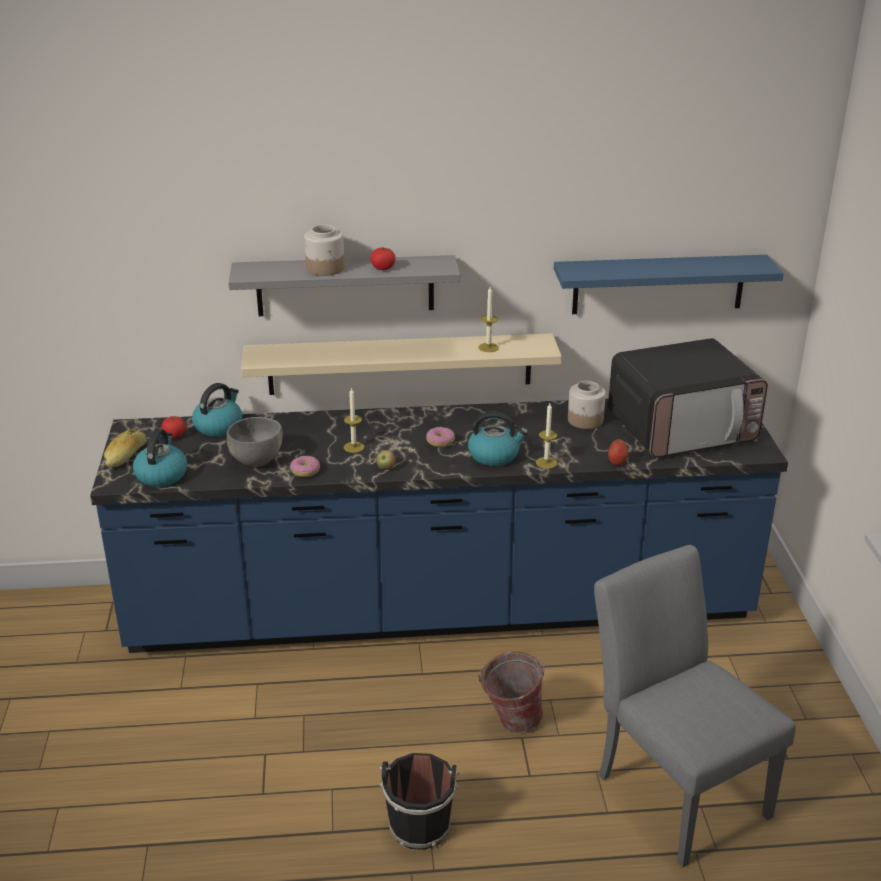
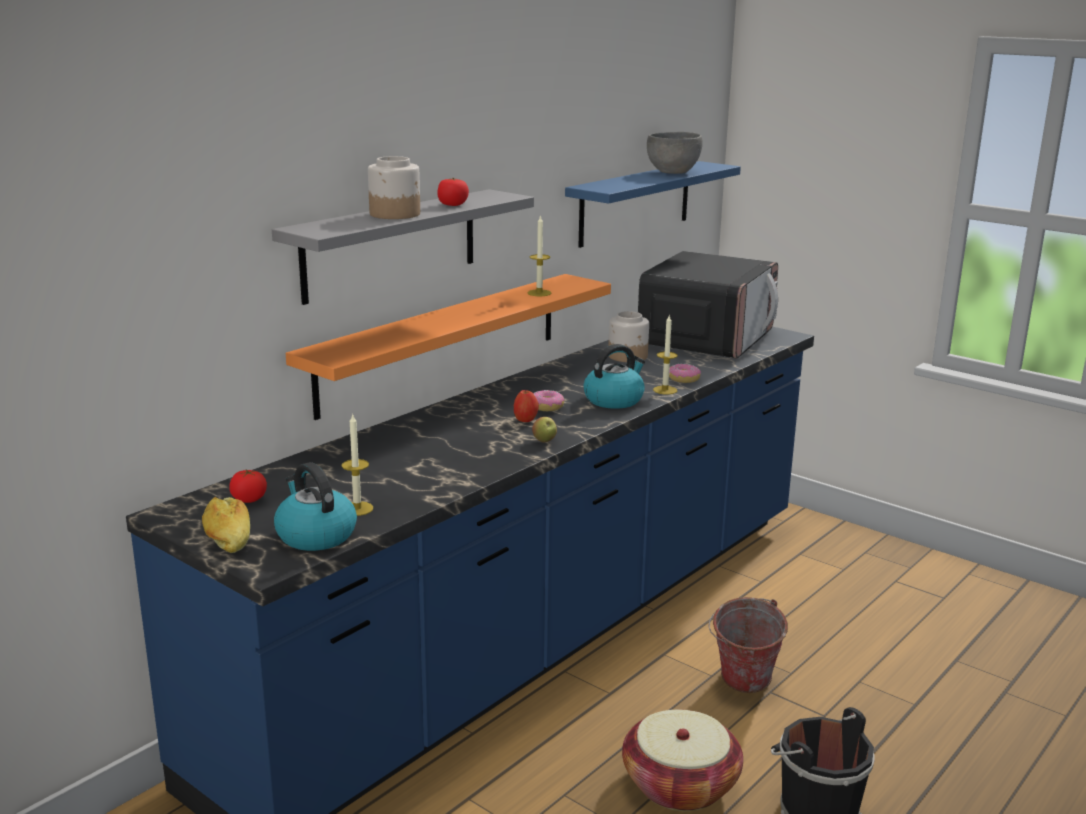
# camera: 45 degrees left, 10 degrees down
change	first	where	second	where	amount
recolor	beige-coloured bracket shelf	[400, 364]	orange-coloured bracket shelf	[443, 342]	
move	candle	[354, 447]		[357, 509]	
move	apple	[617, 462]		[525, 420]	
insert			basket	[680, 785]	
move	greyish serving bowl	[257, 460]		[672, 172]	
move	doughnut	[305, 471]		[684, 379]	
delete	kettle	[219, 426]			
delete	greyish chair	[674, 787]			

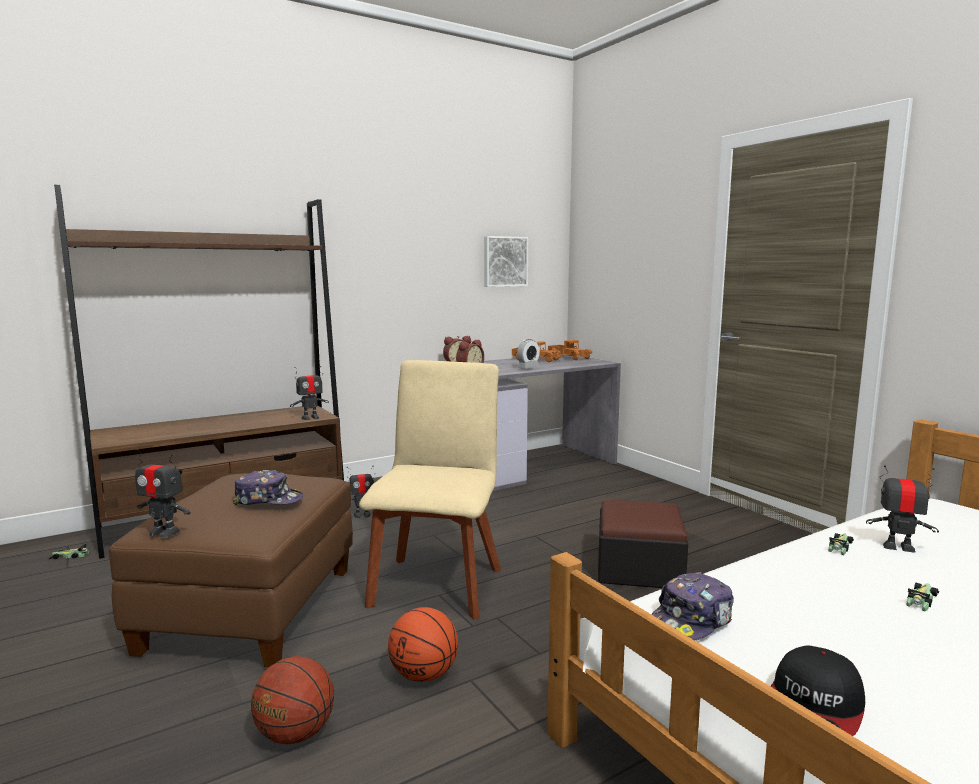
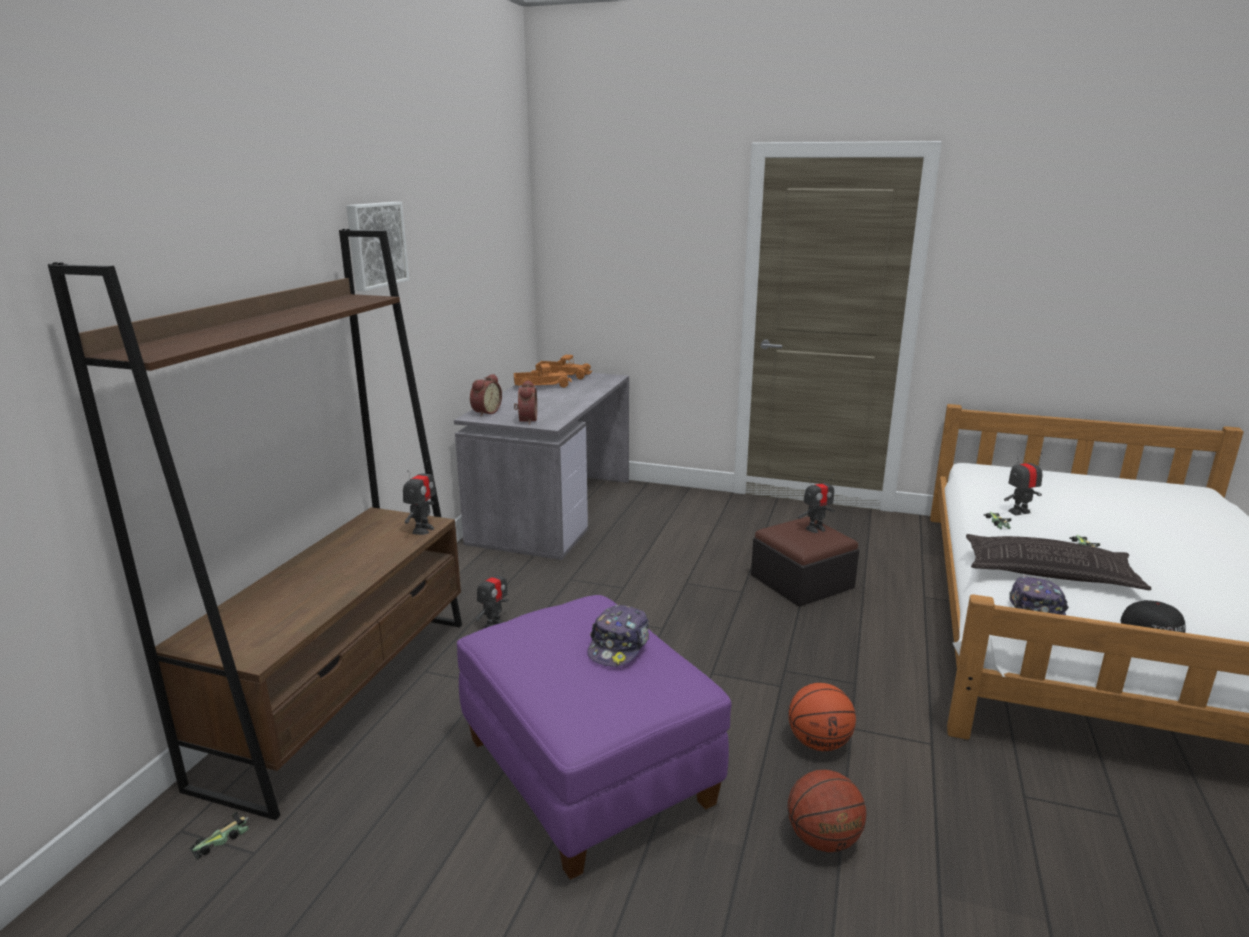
# camera: 40 degrees left, 10 degrees up
change	first	where	second	where	amount
move	wall art	[504, 261]		[375, 245]	
recolor	brown ottoman	[251, 610]	purplish ottoman	[586, 773]	
rotate	cap	[268, 500]		[619, 646]	150 degrees clockwise
move	robot figure	[164, 532]		[815, 529]	
insert			pillow	[1049, 572]	
delete	beige-coloured chair	[437, 583]			
delete	bedside clock	[528, 368]			

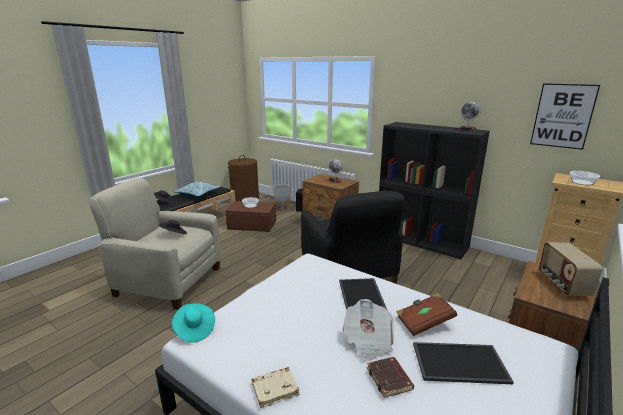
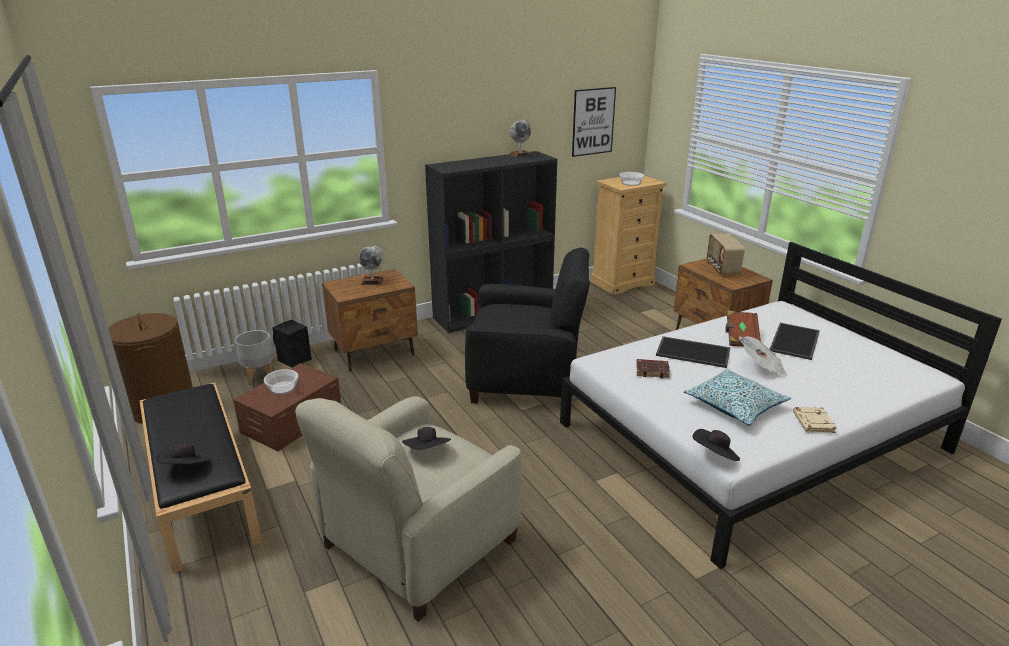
# camera: 65 degrees left, 5 degrees up
change	first	where	second	where	amount
move	brown book	[390, 379]		[652, 371]	
move	pillow	[198, 194]		[735, 405]	
recolor	turquoise-coloured hat	[194, 330]	black-coloured hat	[715, 456]	
rotate	radio set	[562, 284]		[722, 268]	60 degrees clockwise

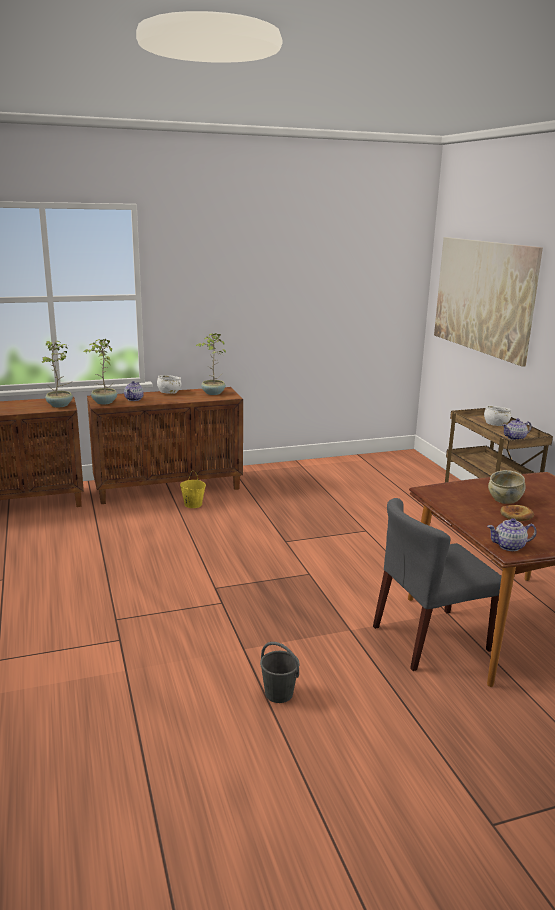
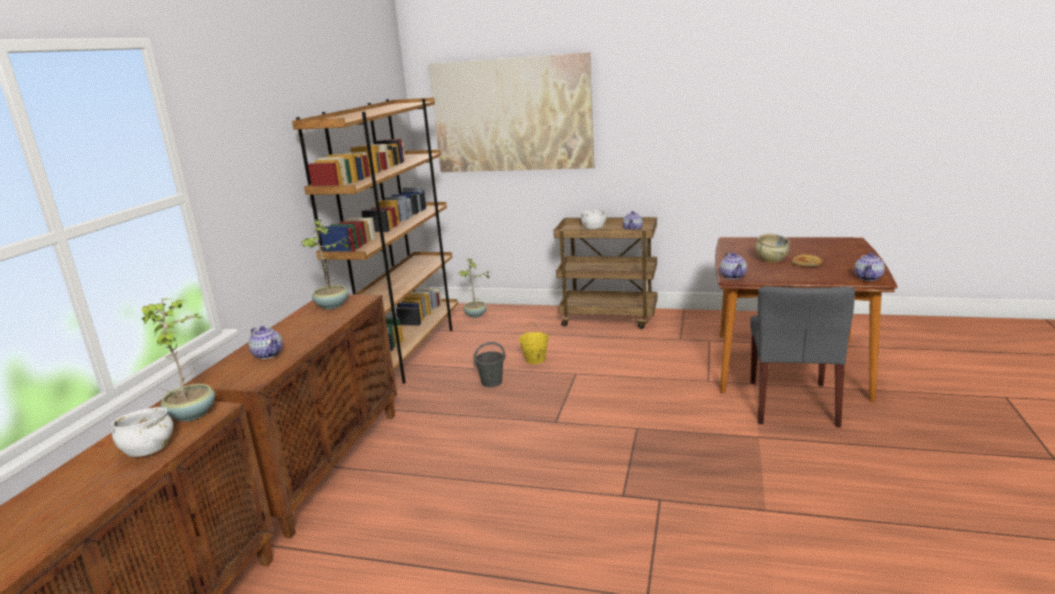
# camera: 55 degrees left, 0 degrees up
change	first	where	second	where	amount
move	white serving bowl	[169, 393]		[149, 449]	
insert			brown shelving unit	[407, 353]	
move	potted plant	[104, 402]		[476, 315]	
move	greyish bucket	[279, 694]		[492, 382]	
move	yellow bucket	[193, 504]		[535, 360]	
insert			tea pot	[733, 276]	

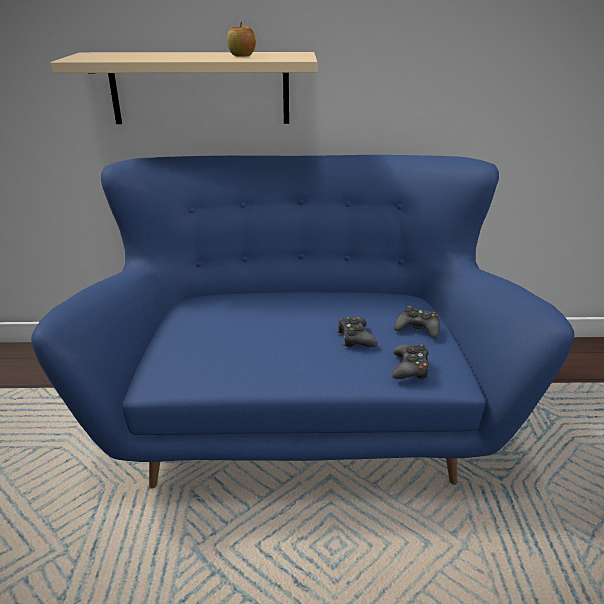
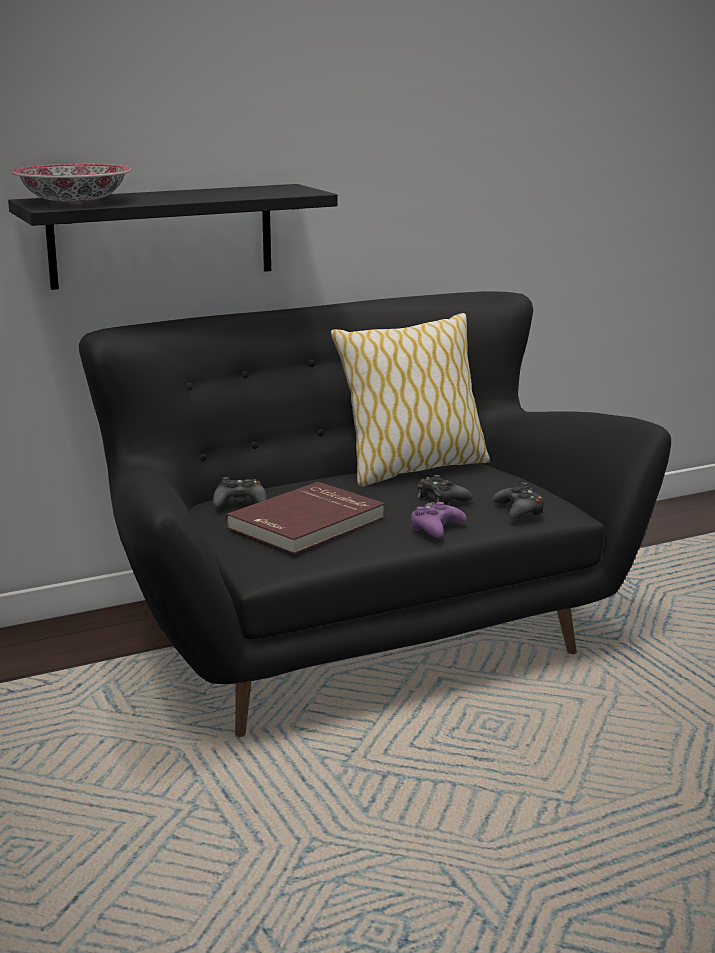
# camera: 25 degrees left, 10 degrees down
change	first	where	second	where	amount
recolor	beige-coloured bracket shelf	[200, 88]	black-coloured bracket shelf	[162, 235]	
insert			serving bowl	[73, 202]	
recolor	blue-coloured couch	[302, 414]	black-coloured couch	[358, 637]	
move	black-coloured game controller	[417, 328]		[240, 502]	
insert			red book	[308, 523]	
insert			pillow	[413, 469]	
insert			purplish game controller	[436, 528]	
delete	apple	[242, 55]			

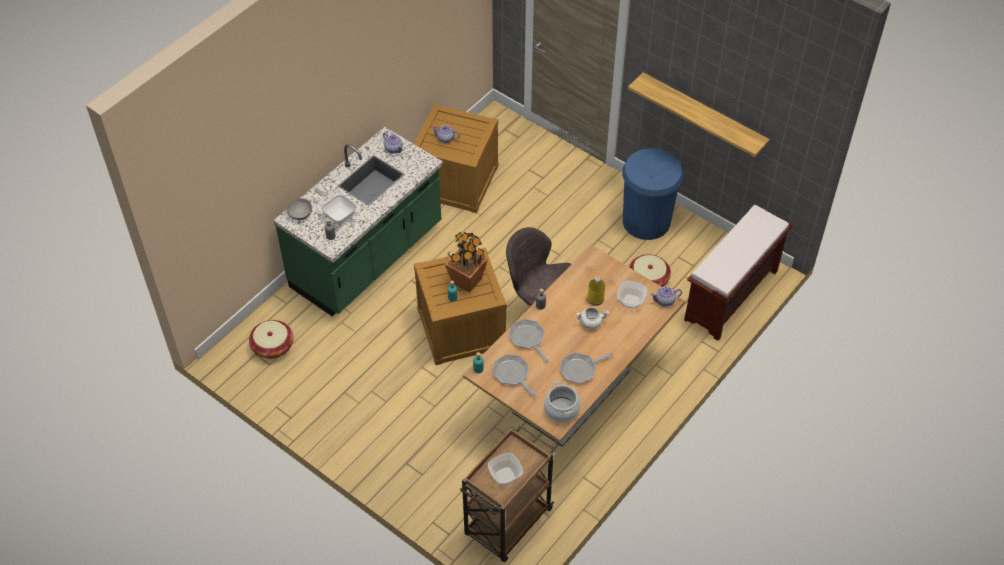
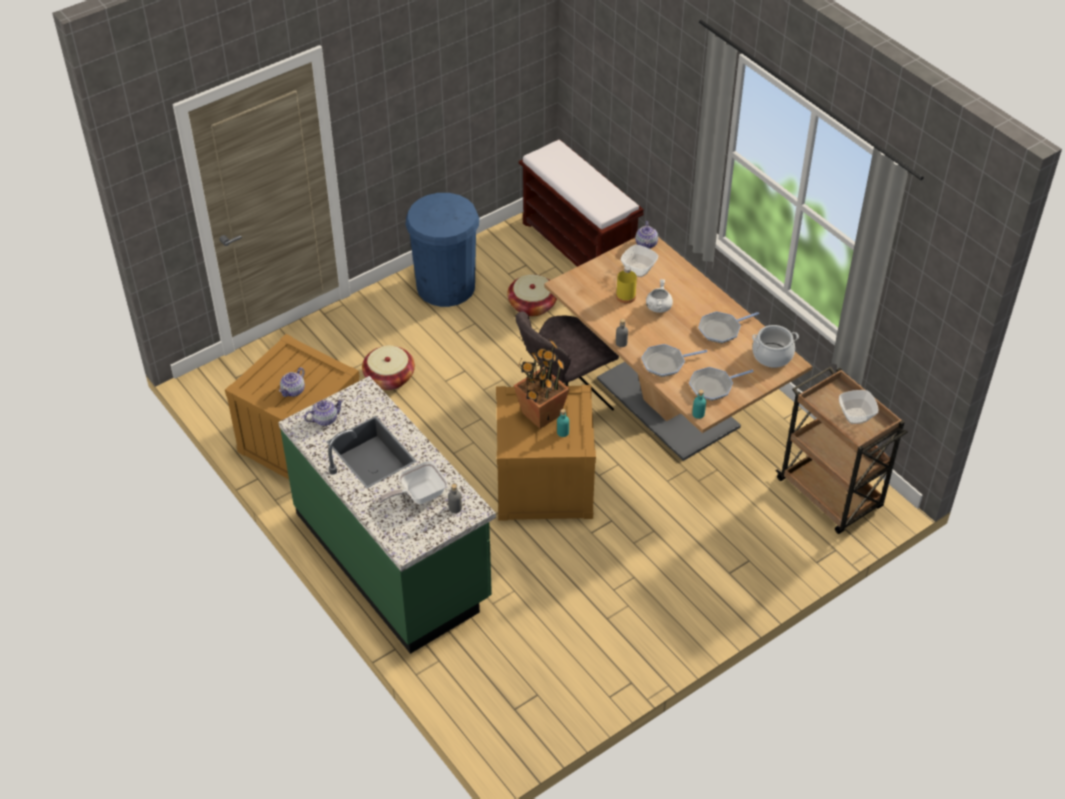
# camera: 75 degrees left, 5 degrees down
change	first	where	second	where	amount
move	basket	[273, 346]		[389, 377]	
rotate	skillet	[580, 369]		[721, 330]	75 degrees clockwise
delete	greyish serving bowl	[300, 214]			
delete	bracket shelf	[703, 115]			

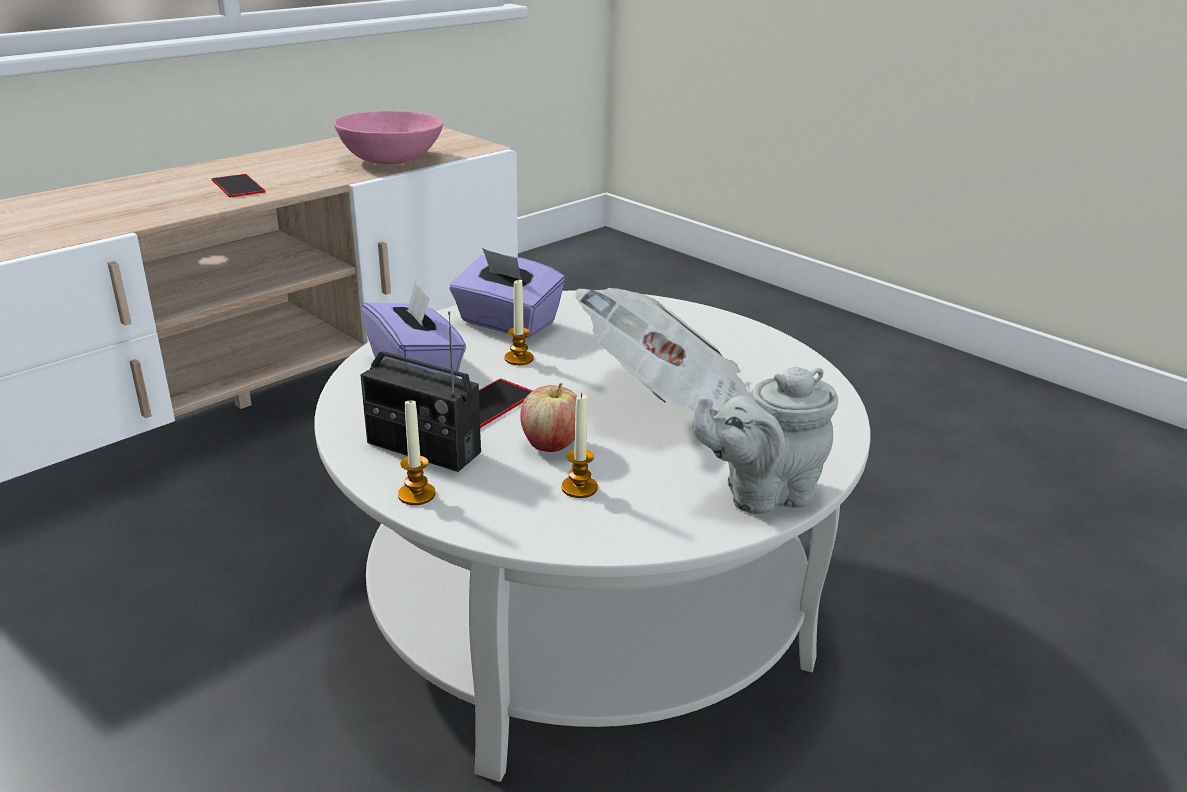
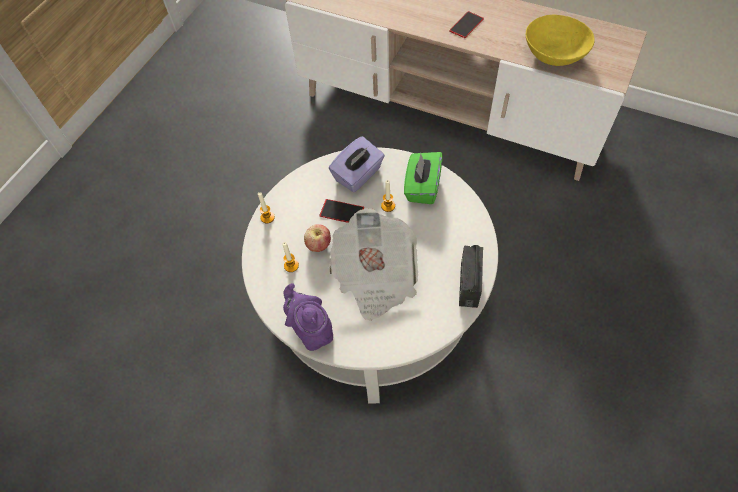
# camera: 75 degrees right, 30 degrees up
change	first	where	second	where	amount
recolor	greyish tea pot	[761, 493]	purplish tea pot	[311, 330]	
recolor	purplish tissue box	[507, 323]	green tissue box	[422, 187]	
move	radio set	[423, 448]		[468, 284]	
recolor	pinkish serving bowl	[392, 160]	yellow serving bowl	[554, 55]	

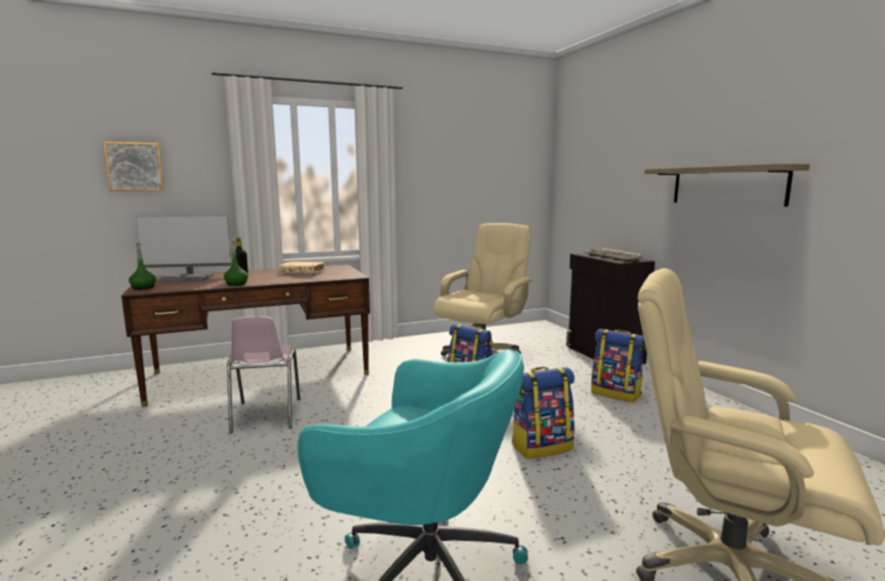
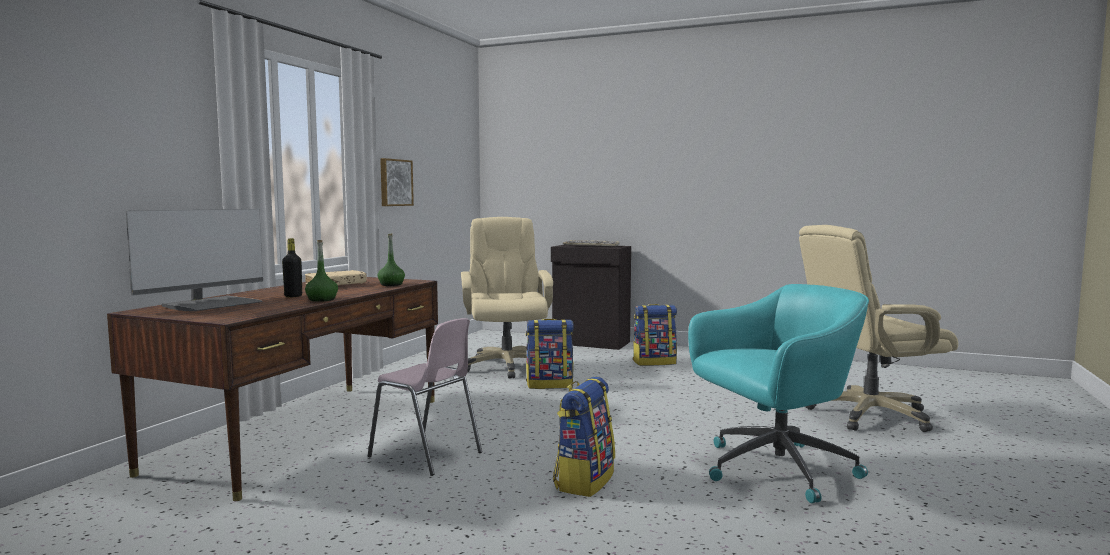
# camera: 45 degrees left, 5 degrees down
change	first	where	second	where	amount
move	green bottle	[143, 288]		[391, 284]	
move	wall art	[135, 167]		[395, 182]	
move	knapsack	[541, 446]		[584, 481]	
delete	bracket shelf	[727, 185]			

